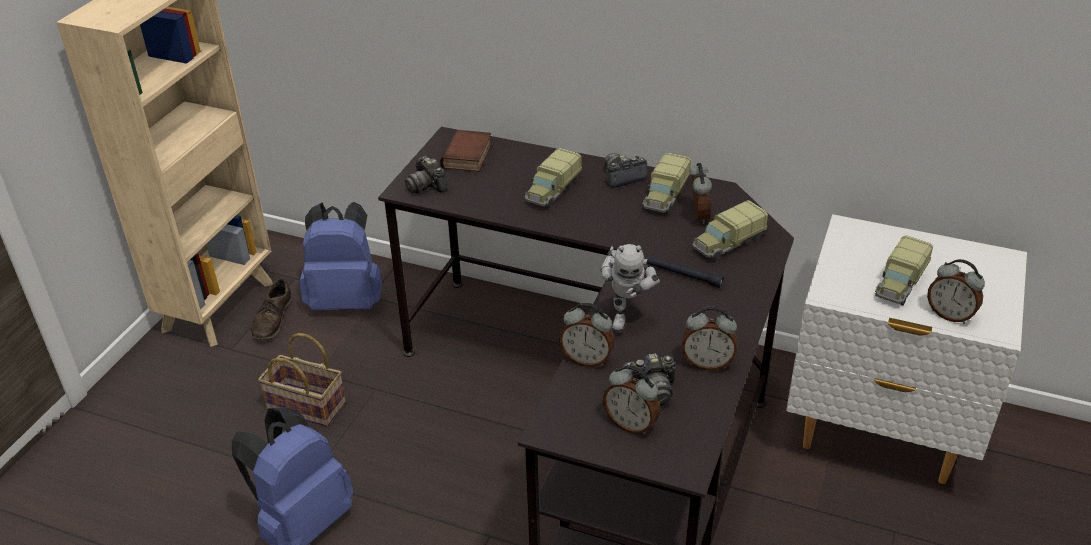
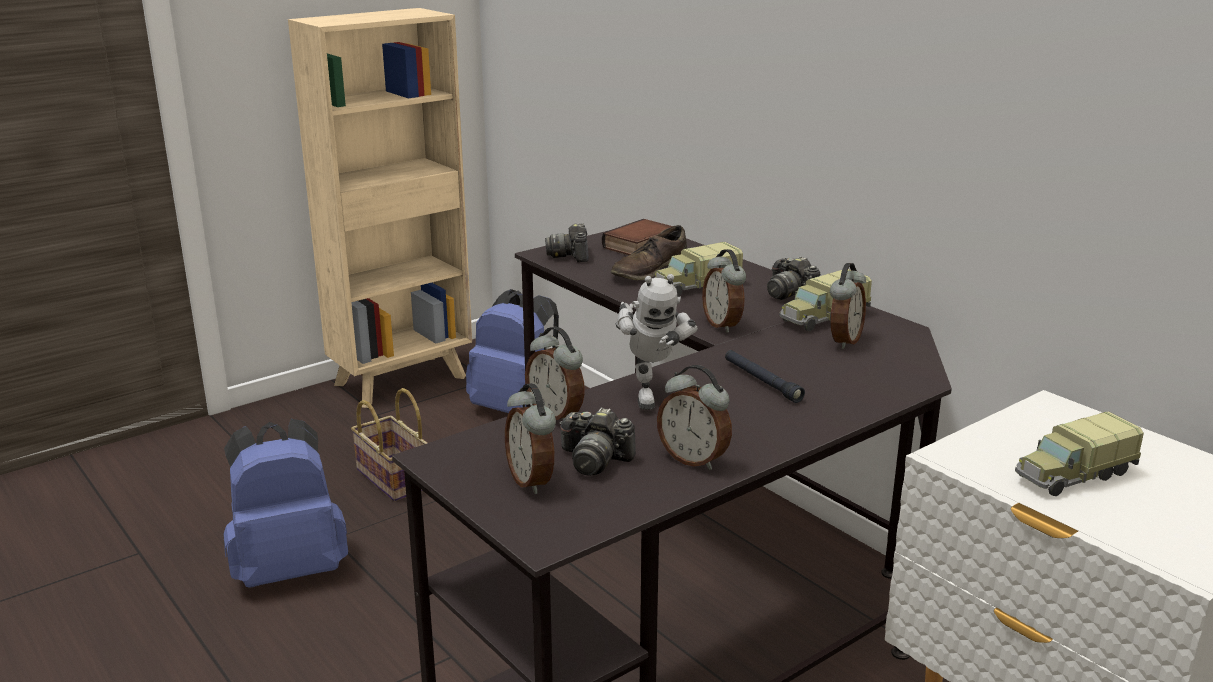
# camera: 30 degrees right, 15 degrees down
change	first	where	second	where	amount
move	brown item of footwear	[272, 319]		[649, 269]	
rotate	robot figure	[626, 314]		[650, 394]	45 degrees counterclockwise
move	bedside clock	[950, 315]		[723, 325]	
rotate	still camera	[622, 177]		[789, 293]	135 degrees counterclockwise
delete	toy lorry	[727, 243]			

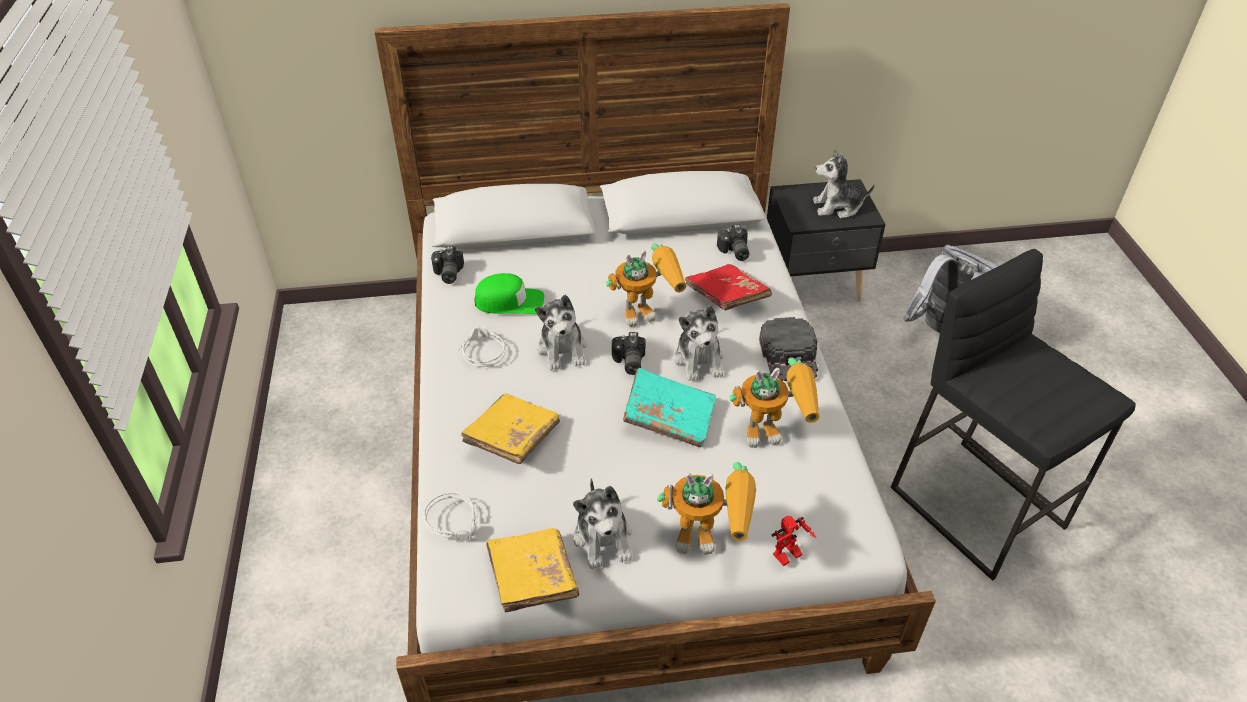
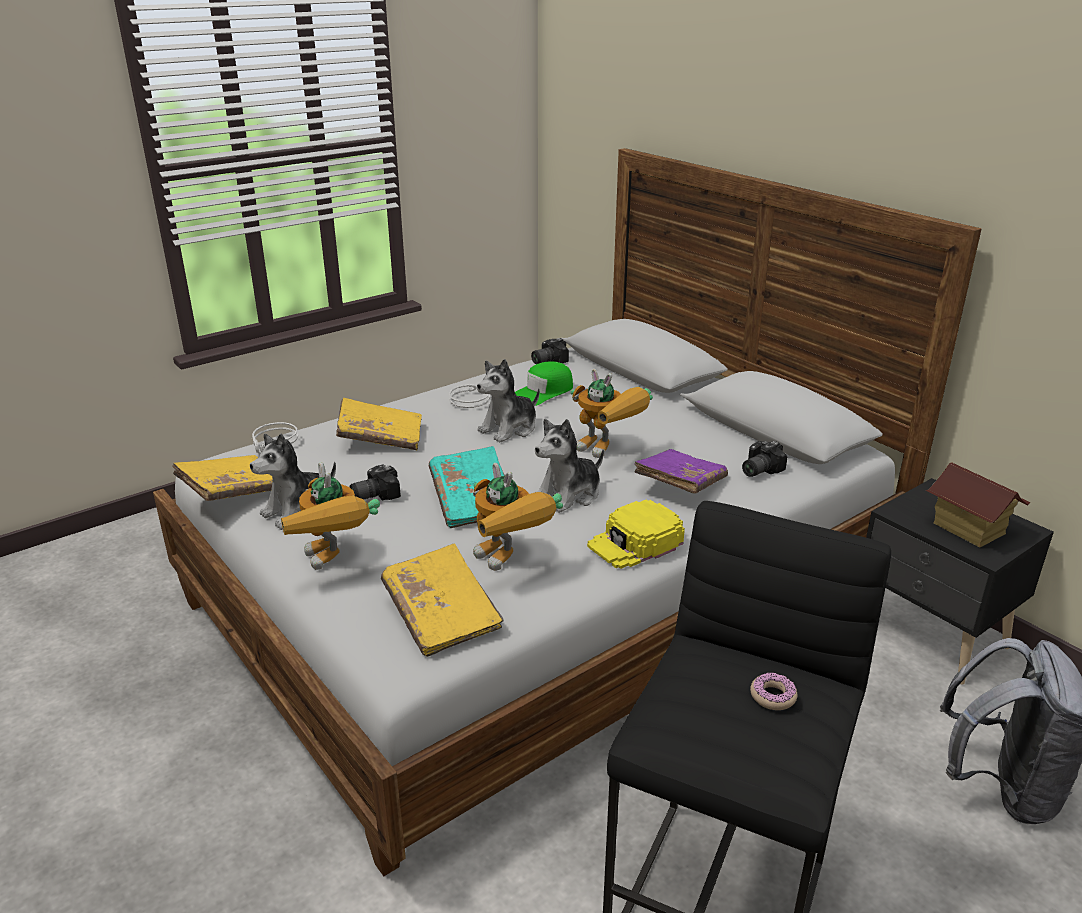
# camera: 60 degrees right, 15 degrees down
change	first	where	second	where	amount
move	still camera	[628, 362]		[373, 494]	
insert			yellow book	[442, 615]	
rotate	green cap	[509, 302]		[544, 392]	75 degrees clockwise
recolor	black-coloured cap	[789, 355]	yellow cap	[635, 543]	
recolor	red book	[726, 297]	purplish book	[680, 485]	
insert			doughnut	[773, 696]	
replace	plush toy	[837, 207]	model house	[968, 529]	
delete	robot figure	[788, 558]			

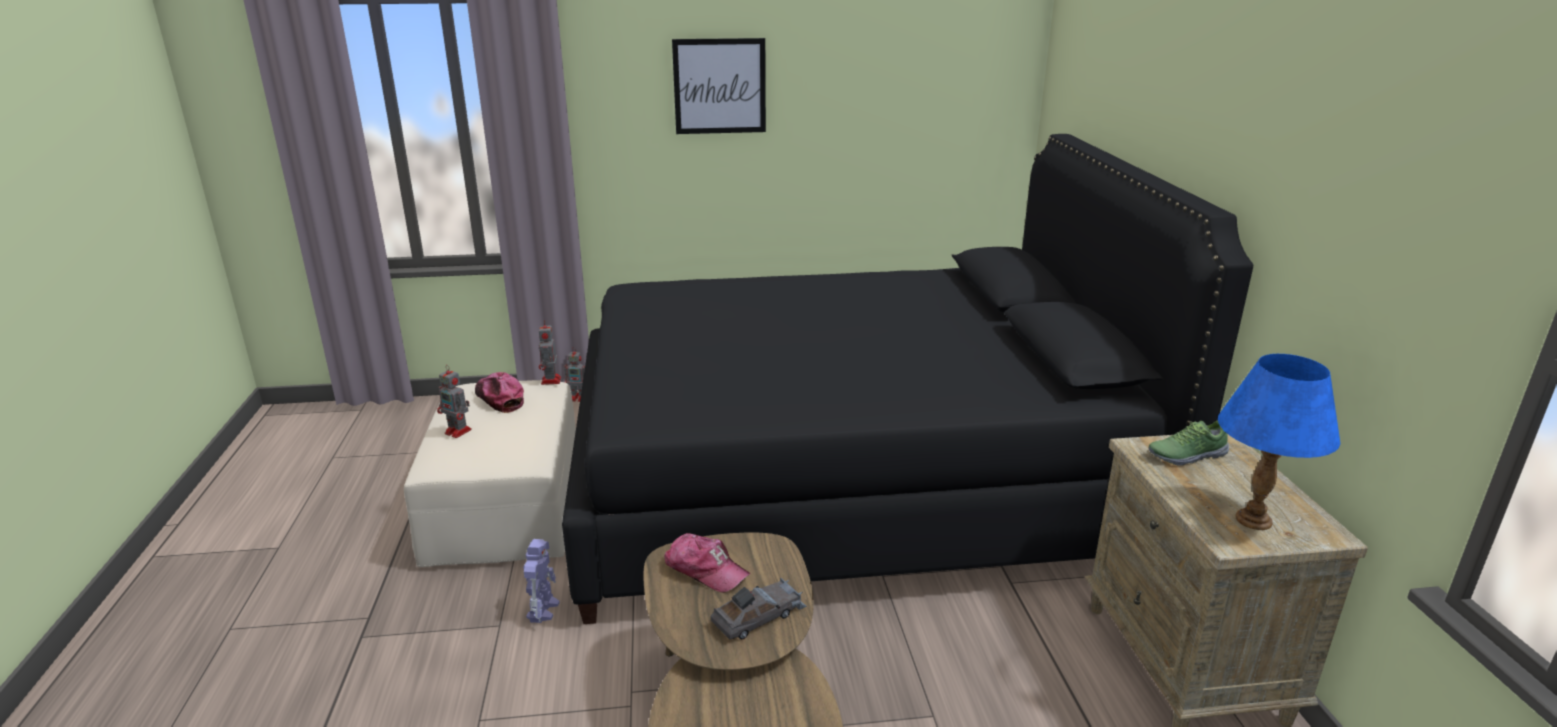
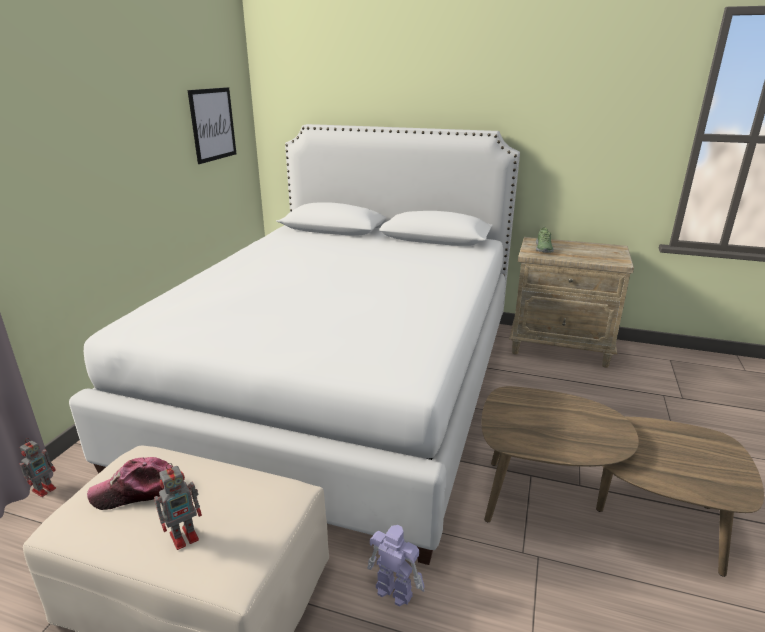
# camera: 65 degrees left, 0 degrees up
change	first	where	second	where	amount
recolor	black-coloured bed	[847, 482]	white bed	[343, 385]	
move	wall art	[719, 86]		[213, 124]	
delete	robot figure	[551, 381]			
delete	cap	[705, 569]			
delete	greyish model car	[759, 616]			
delete	blue-coloured lamp for a table	[1253, 519]			

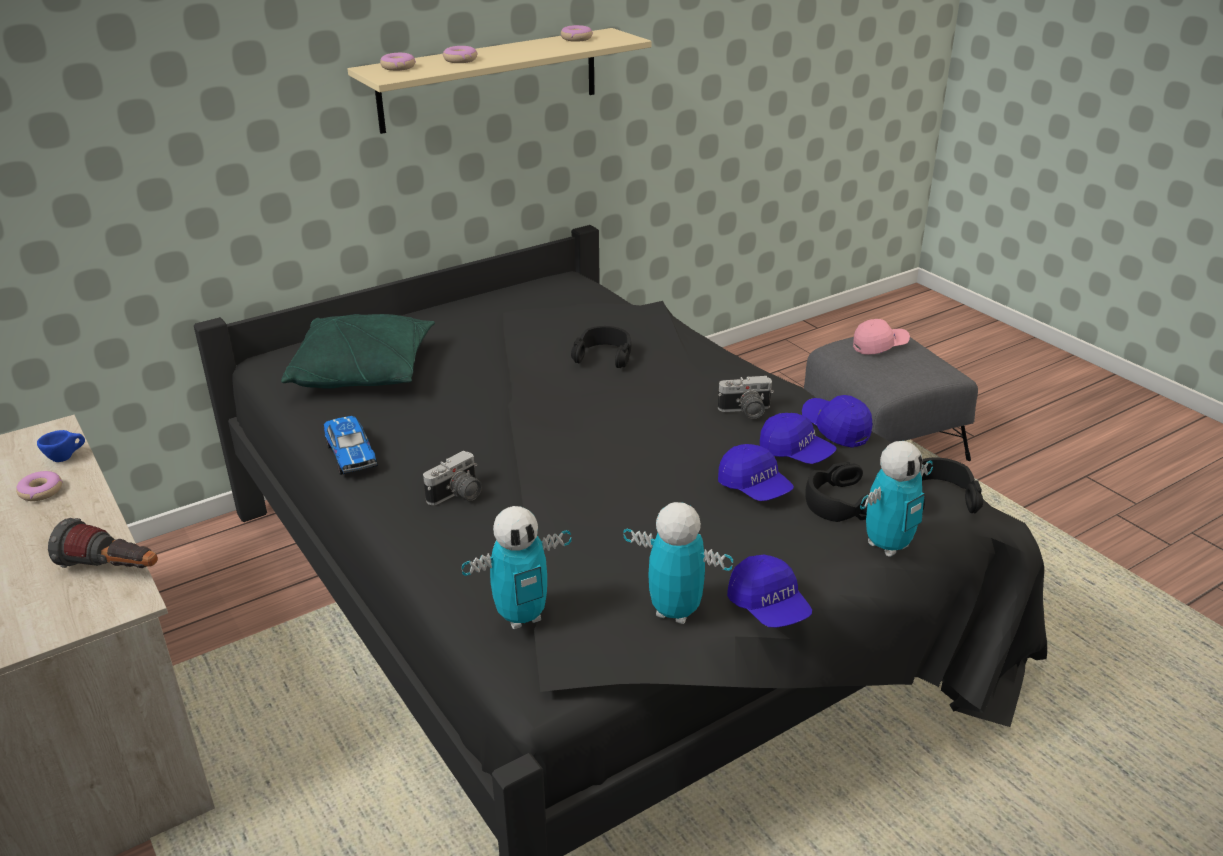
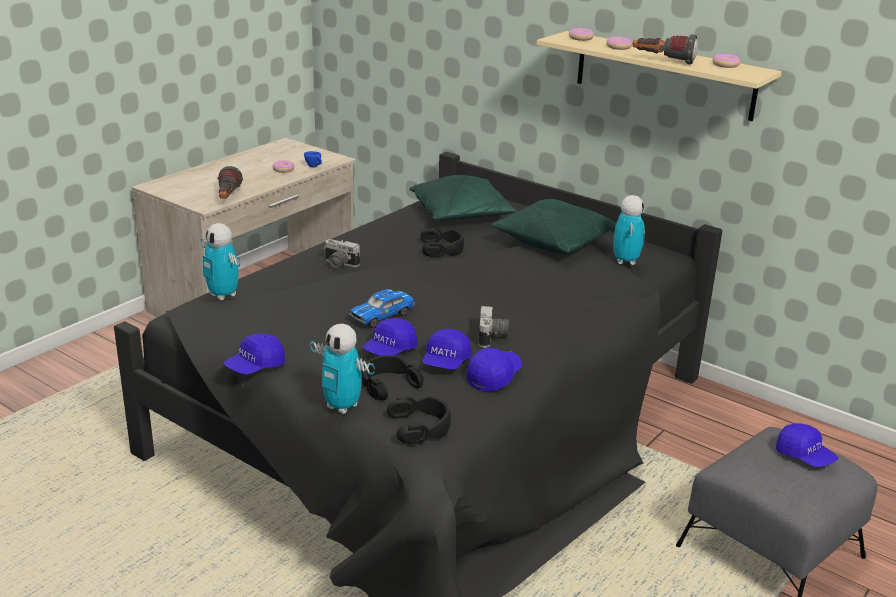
# camera: 70 degrees right, 5 degrees down
change	first	where	second	where	amount
move	model car	[351, 454]		[382, 315]	
move	black-coloured headset	[604, 355]		[442, 249]	
rotate	still camera	[745, 412]		[492, 337]	150 degrees counterclockwise
insert			green pillow	[555, 241]	
move	robot figure	[675, 612]		[625, 261]	
insert			hand torch	[663, 61]	
recolor	pinkish cap	[879, 346]	blue-coloured cap	[804, 456]	

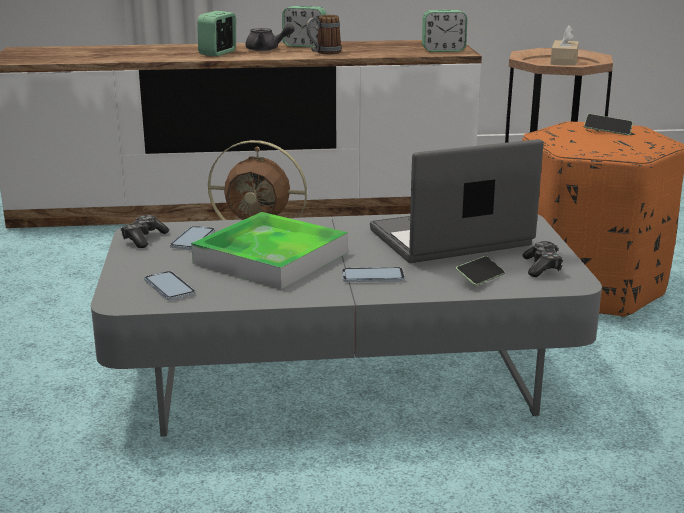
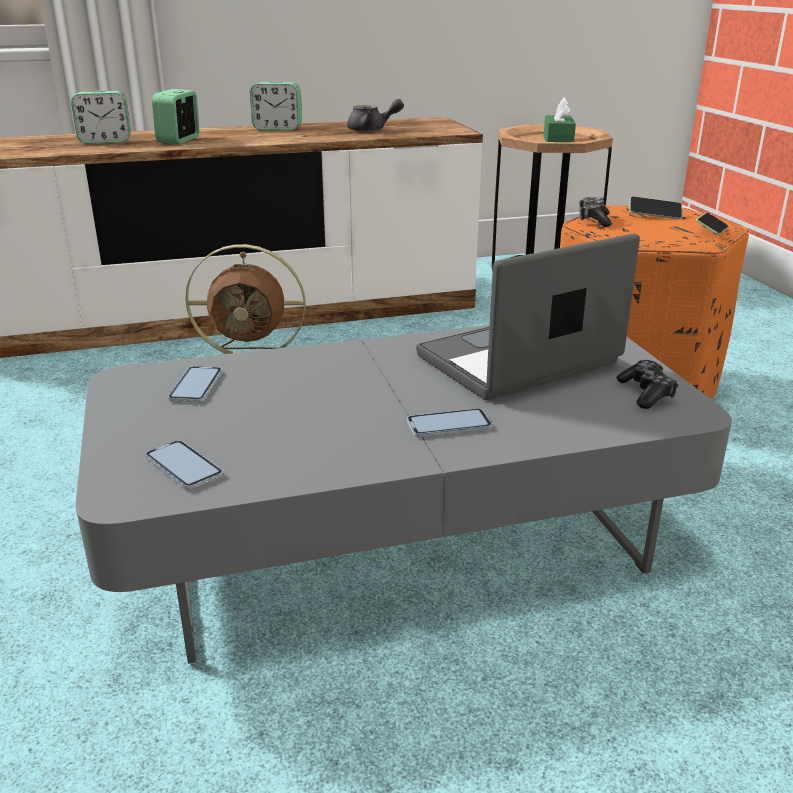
# camera: 10 degrees left, 5 degrees up
change	first	where	second	where	amount
move	bedside clock	[443, 50]		[105, 141]	
move	greyish tea pot	[267, 49]		[372, 130]	
recolor	beige-coloured tissue box	[563, 64]	green tissue box	[558, 141]	
move	game controller	[144, 239]		[593, 220]	
move	telephone	[480, 278]		[711, 231]	
delete	tray	[271, 258]			
delete	coffee mug	[323, 52]			

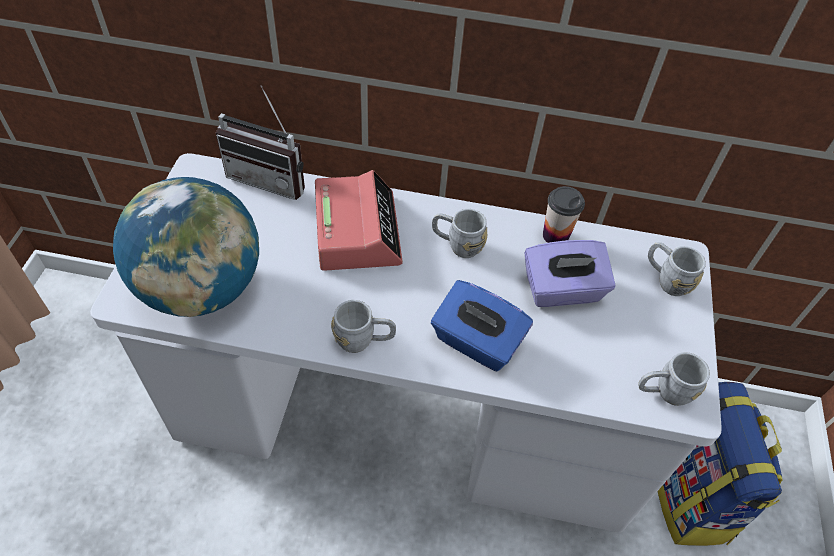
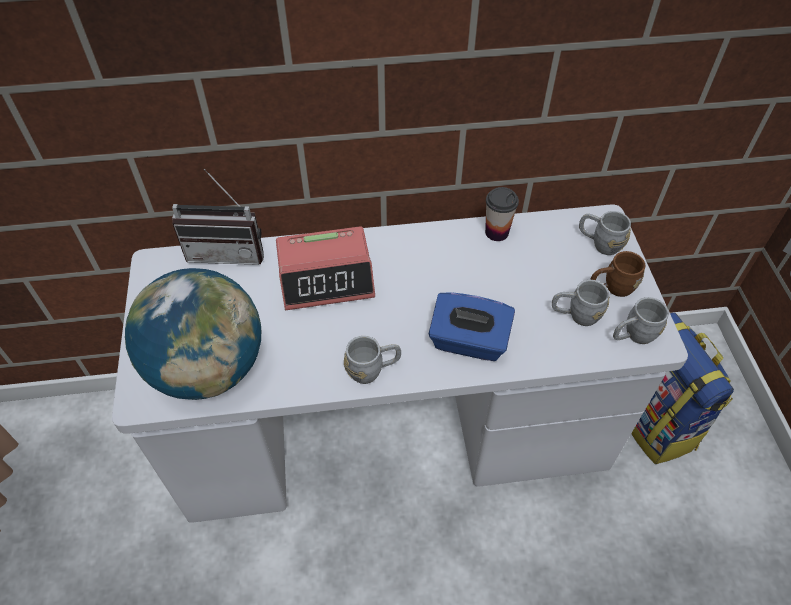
# camera: 15 degrees left, 0 degrees up
change	first	where	second	where	amount
rotate	bedside clock	[357, 231]		[326, 277]	105 degrees clockwise
move	greyish coffee mug	[457, 244]		[576, 315]	
insert			brown coffee mug	[611, 288]	
delete	purplish tissue box	[562, 290]			

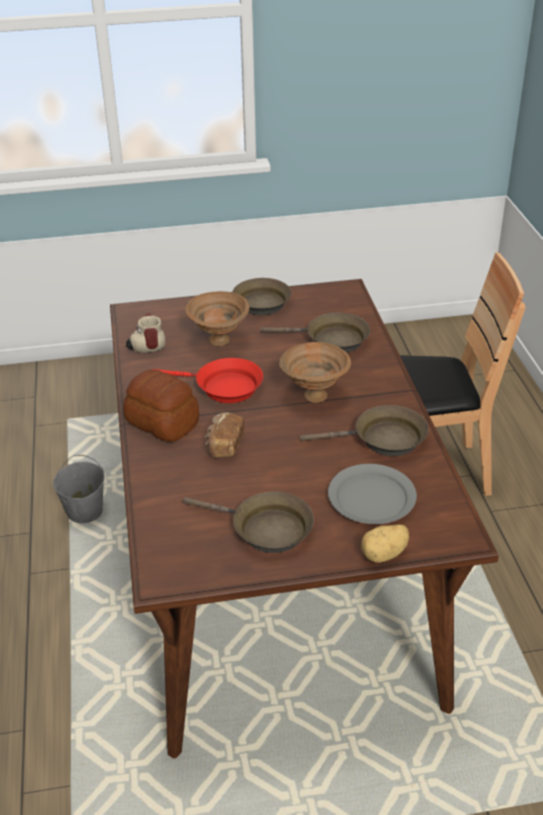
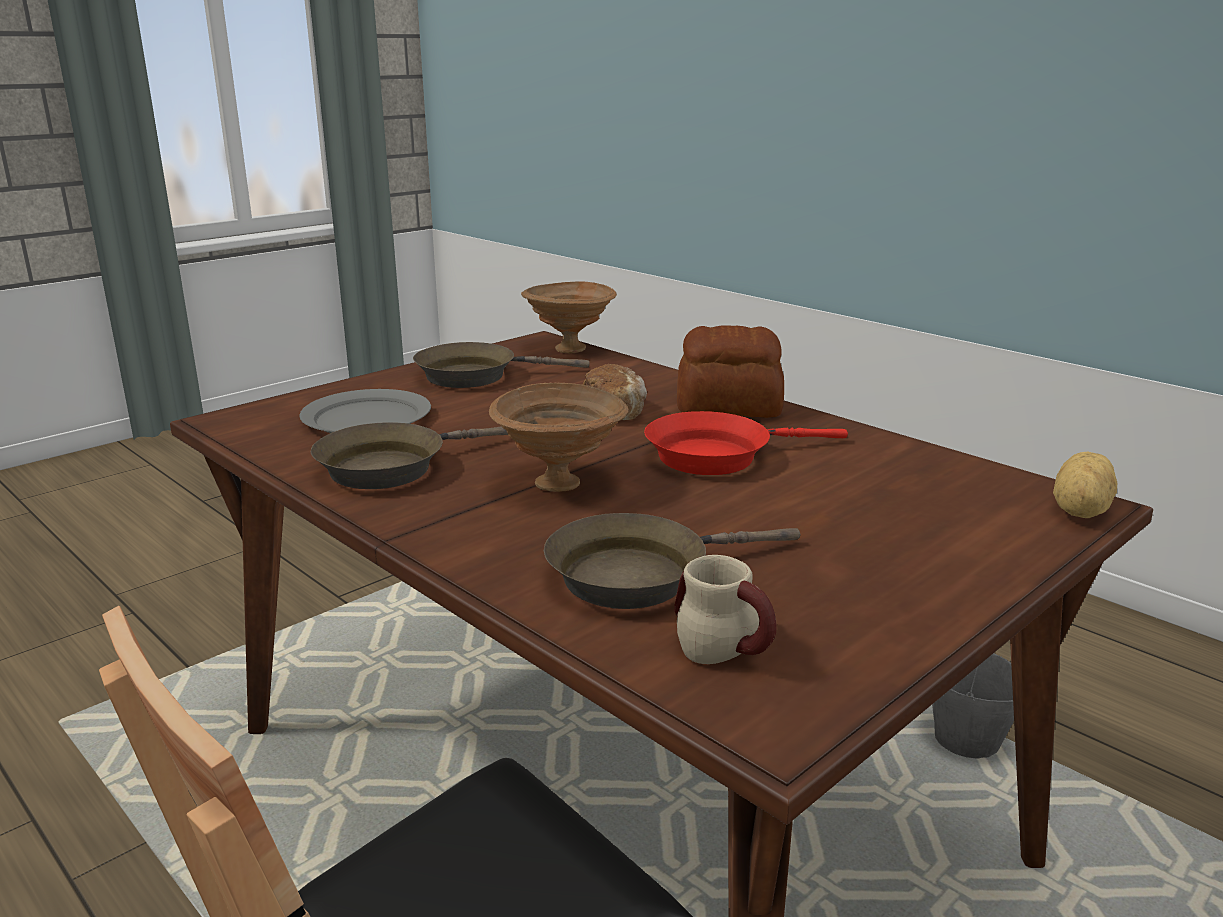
# camera: 145 degrees right, 15 degrees down
change	first	where	second	where	amount
move	brown serving bowl	[220, 341]		[568, 349]	
move	coffee mug	[146, 345]		[735, 647]	
move	spud	[385, 555]		[1077, 511]	
delete	brown skillet	[255, 304]			

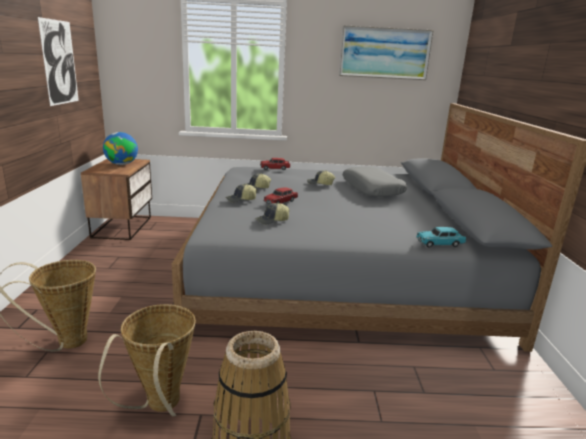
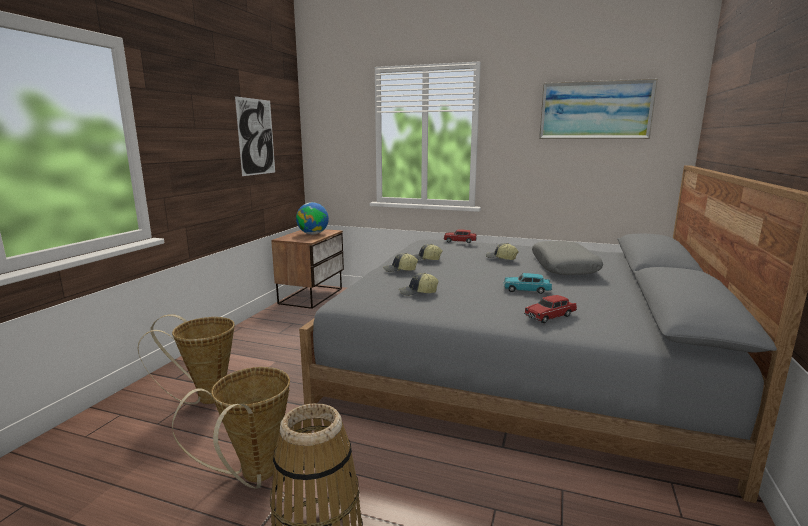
# camera: 20 degrees right, 5 degrees down
change	first	where	second	where	amount
move	turquoise-coloured model car	[439, 244]		[526, 290]	
move	red model car	[280, 202]		[550, 316]	

